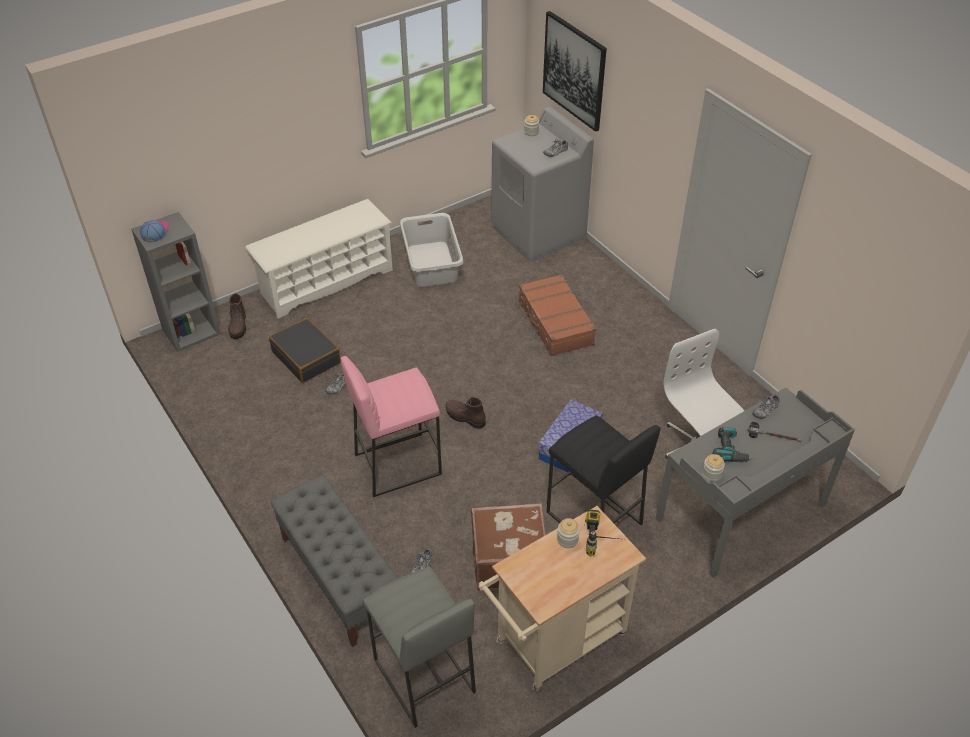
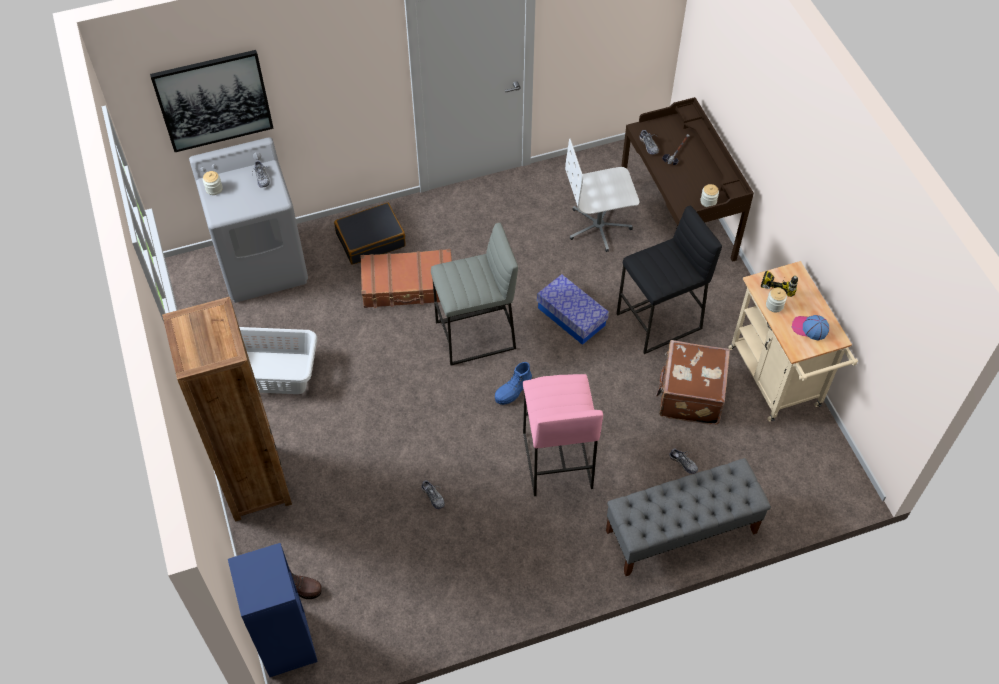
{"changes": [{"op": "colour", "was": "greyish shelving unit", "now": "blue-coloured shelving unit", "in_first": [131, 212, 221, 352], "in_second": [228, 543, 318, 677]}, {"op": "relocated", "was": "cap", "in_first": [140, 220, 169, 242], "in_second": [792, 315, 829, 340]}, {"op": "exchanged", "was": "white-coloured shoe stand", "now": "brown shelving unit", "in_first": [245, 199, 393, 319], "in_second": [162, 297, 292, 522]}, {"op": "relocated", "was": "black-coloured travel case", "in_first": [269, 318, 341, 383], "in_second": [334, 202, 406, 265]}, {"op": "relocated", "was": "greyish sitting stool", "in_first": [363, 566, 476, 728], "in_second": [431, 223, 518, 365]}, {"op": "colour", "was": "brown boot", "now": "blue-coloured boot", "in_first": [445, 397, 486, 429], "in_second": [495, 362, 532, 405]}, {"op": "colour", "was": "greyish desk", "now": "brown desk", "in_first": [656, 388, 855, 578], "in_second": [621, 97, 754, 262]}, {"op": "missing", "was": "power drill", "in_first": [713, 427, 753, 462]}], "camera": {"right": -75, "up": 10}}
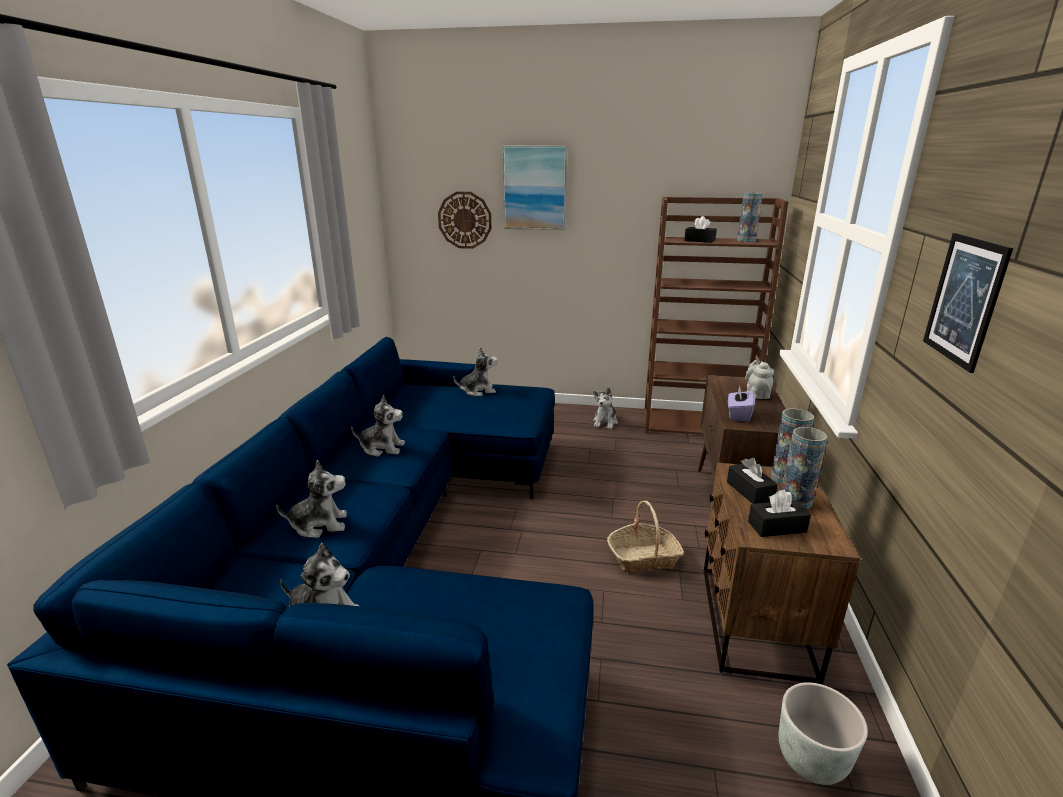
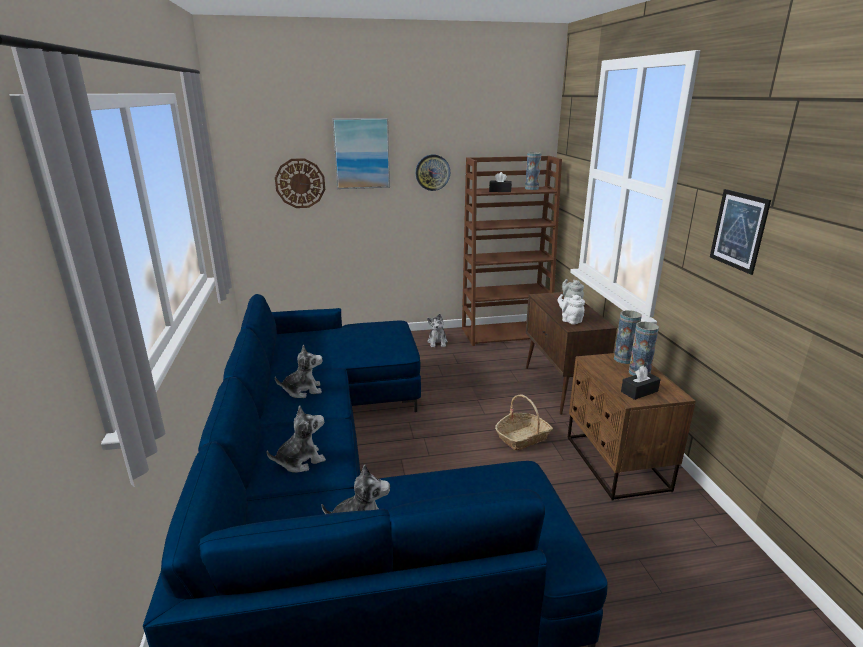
{"changes": [{"op": "missing", "was": "plush toy", "in_first": [454, 346, 498, 396]}, {"op": "missing", "was": "black-coloured tissue holder", "in_first": [727, 458, 778, 504]}, {"op": "exchanged", "was": "purplish tissue holder", "now": "white-coloured tea pot", "in_first": [728, 385, 755, 422], "in_second": [558, 294, 585, 324]}, {"op": "missing", "was": "greyish plant pot", "in_first": [779, 682, 868, 785]}, {"op": "appeared", "now": "clock on the wall", "in_second": [416, 155, 450, 191]}], "camera": {"right": -20, "up": 0}}
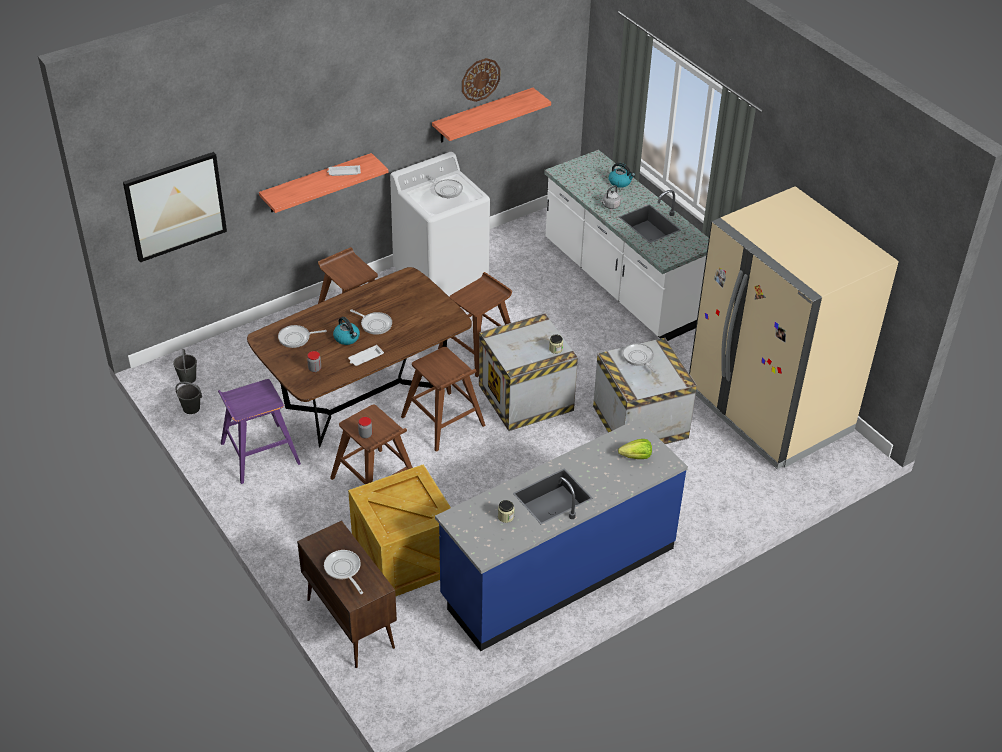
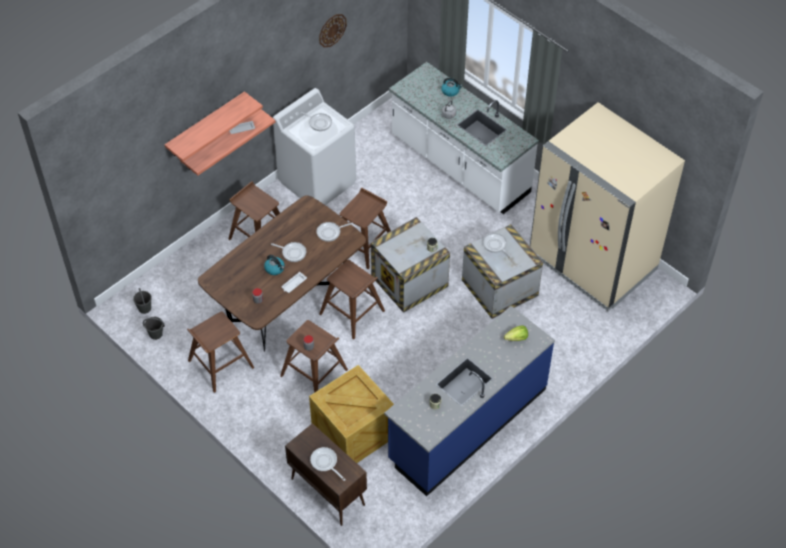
{"changes": [{"op": "missing", "was": "wall art", "in_first": [123, 152, 227, 262]}, {"op": "colour", "was": "purplish sitting stool", "now": "brown sitting stool", "in_first": [218, 379, 301, 484], "in_second": [187, 311, 254, 393]}, {"op": "relocated", "was": "pan", "in_first": [278, 325, 327, 348], "in_second": [316, 222, 352, 242]}, {"op": "relocated", "was": "shelf", "in_first": [432, 88, 551, 143], "in_second": [165, 91, 263, 162]}], "camera": {"right": -10, "up": 10}}
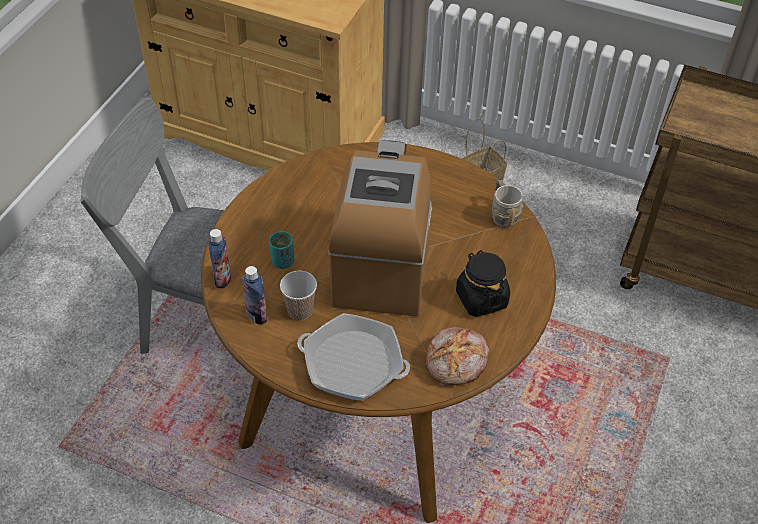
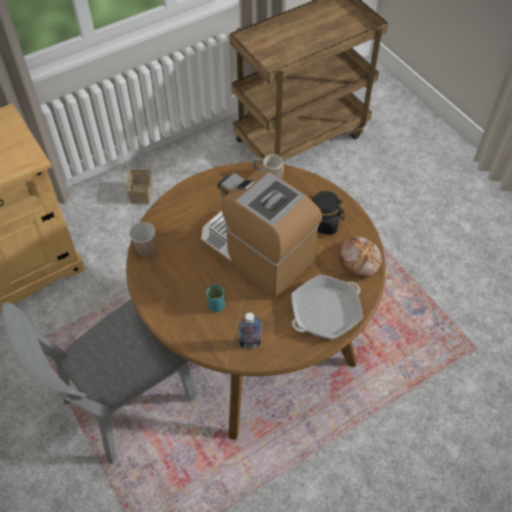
{"changes": [{"op": "missing", "was": "beverage bottle", "in_first": [208, 229, 231, 288]}, {"op": "relocated", "was": "cup", "in_first": [280, 271, 317, 320], "in_second": [129, 222, 155, 256]}], "camera": {"right": -55, "up": 5}}
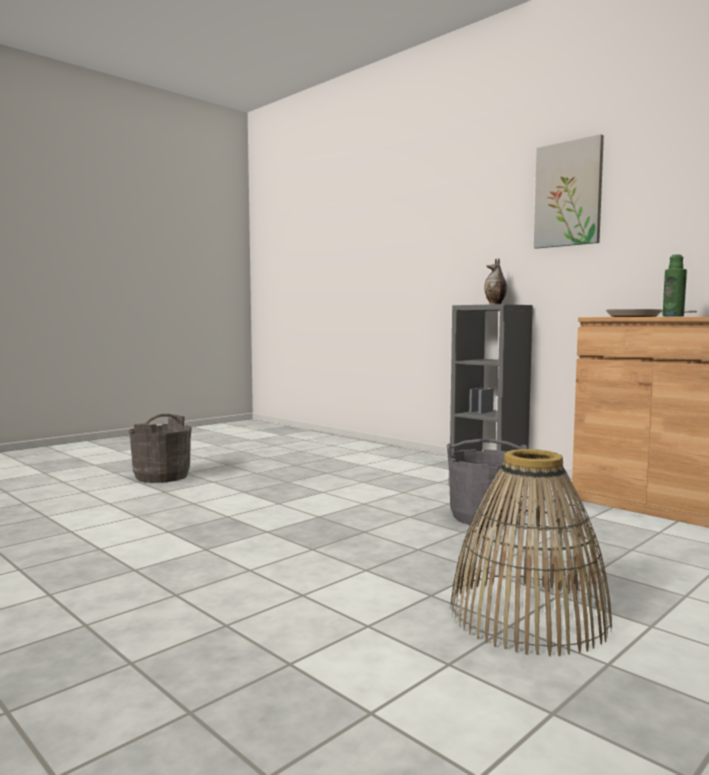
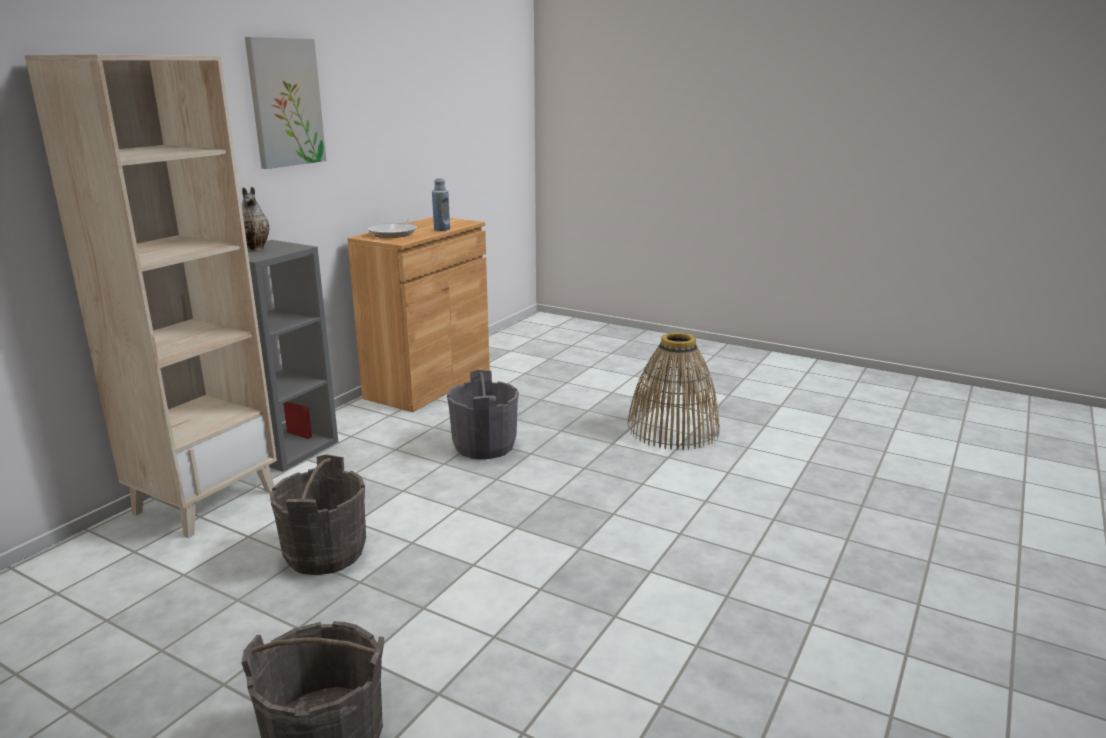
{"changes": [{"op": "colour", "was": "greenish beverage bottle", "now": "blue-coloured beverage bottle", "in_first": [663, 255, 687, 317], "in_second": [432, 178, 450, 231]}, {"op": "appeared", "now": "beige-coloured shelving unit", "in_second": [25, 54, 277, 538]}, {"op": "appeared", "now": "greyish pail", "in_second": [270, 454, 366, 575]}], "camera": {"right": -105, "up": 15}}
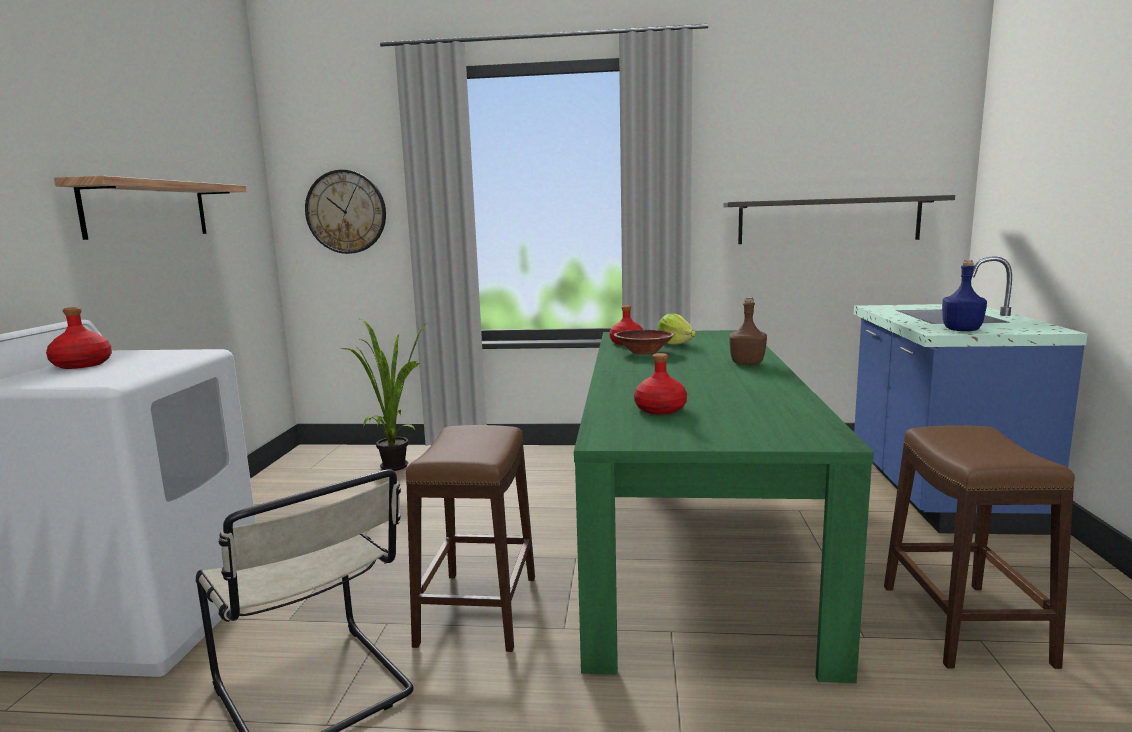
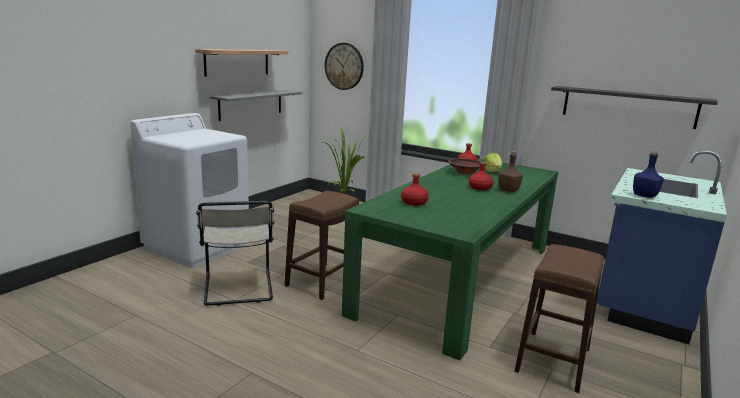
{"changes": [{"op": "relocated", "was": "reddish beverage bottle", "in_first": [46, 307, 112, 369], "in_second": [468, 162, 493, 191]}, {"op": "appeared", "now": "greyish shelf", "in_second": [210, 90, 302, 121]}], "camera": {"right": 25, "up": 5}}
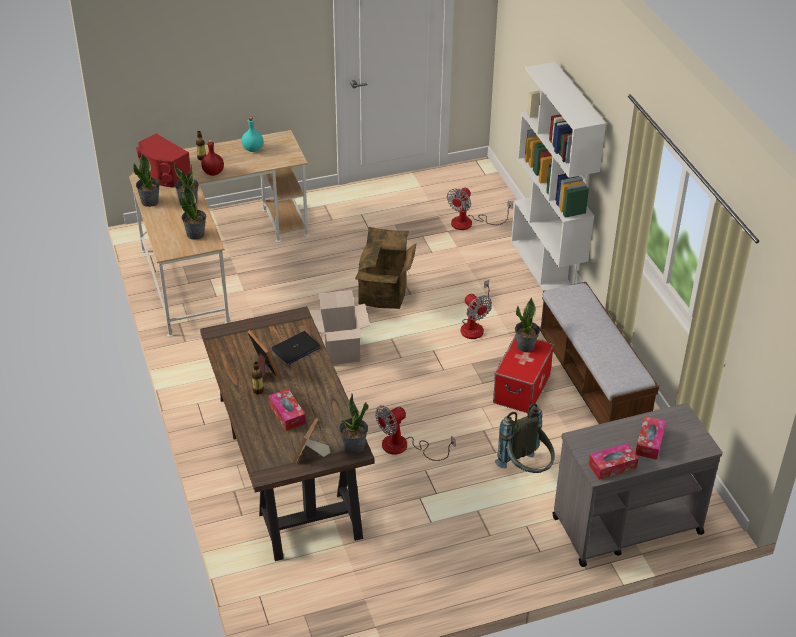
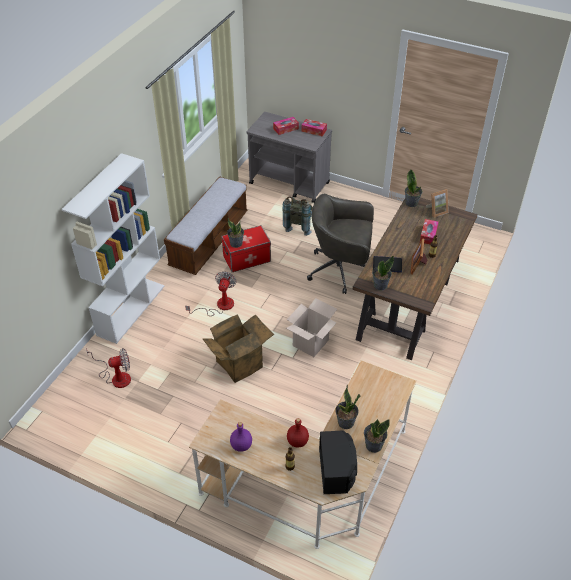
{"changes": [{"op": "colour", "was": "reddish audio speaker", "now": "black-coloured audio speaker", "in_first": [136, 134, 191, 187], "in_second": [319, 430, 357, 494]}, {"op": "relocated", "was": "plant in a pot", "in_first": [181, 186, 206, 240], "in_second": [372, 255, 394, 290]}, {"op": "colour", "was": "turquoise beverage bottle", "now": "purplish beverage bottle", "in_first": [242, 117, 263, 152], "in_second": [230, 422, 252, 452]}, {"op": "exchanged", "was": "cooling fan", "now": "greyish computer chair", "in_first": [375, 405, 456, 461], "in_second": [307, 194, 374, 294]}], "camera": {"right": -135, "up": 5}}
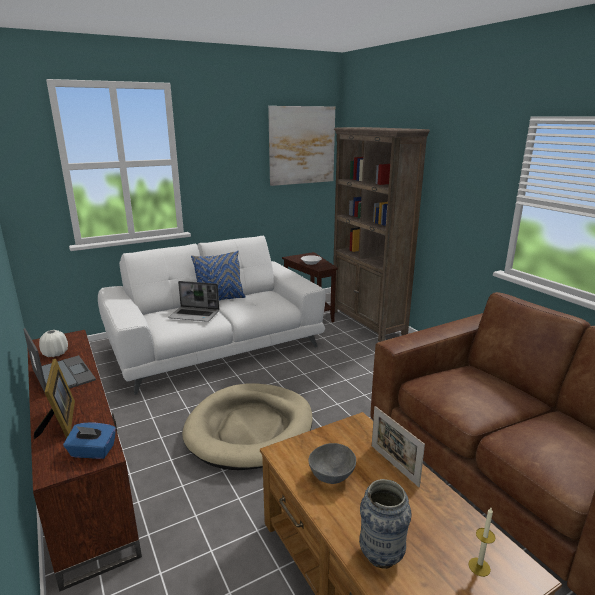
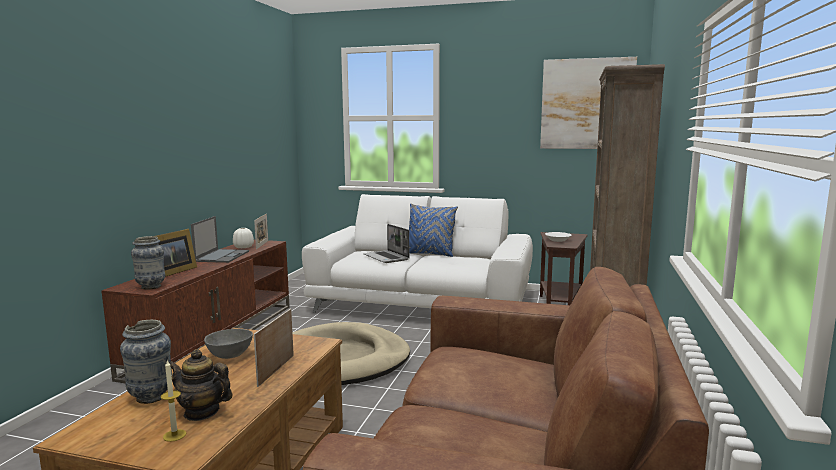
{"changes": [{"op": "exchanged", "was": "blue-coloured tissue holder", "now": "flower vase", "in_first": [63, 423, 116, 459], "in_second": [131, 236, 165, 290]}, {"op": "appeared", "now": "tea pot", "in_second": [169, 349, 233, 421]}, {"op": "appeared", "now": "picture frame", "in_second": [254, 214, 268, 249]}], "camera": {"right": 45, "up": -10}}
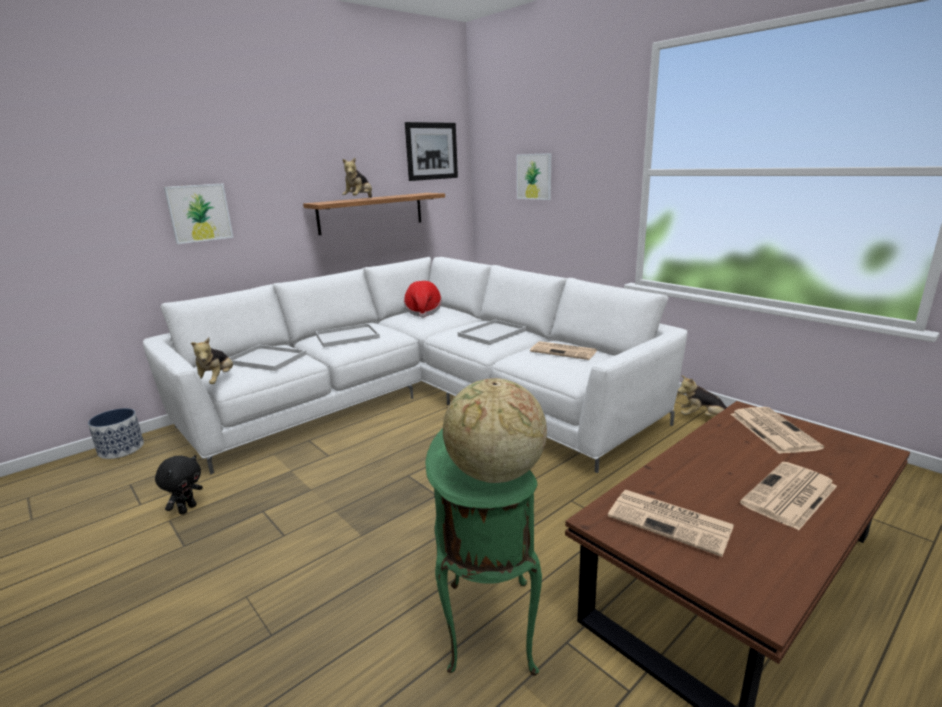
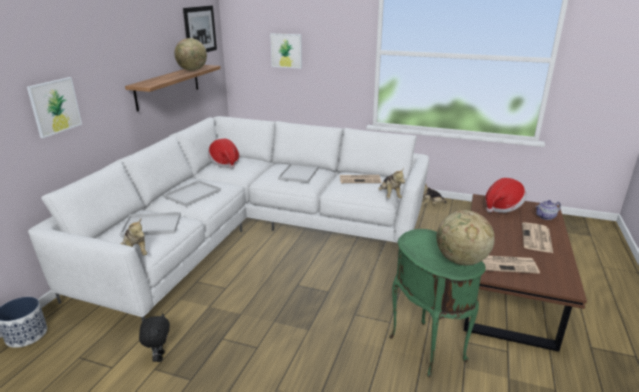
{"changes": [{"op": "relocated", "was": "plush toy", "in_first": [342, 158, 372, 198], "in_second": [378, 168, 405, 198]}, {"op": "exchanged", "was": "newspaper", "now": "wearable hat", "in_first": [731, 407, 824, 454], "in_second": [485, 178, 526, 213]}, {"op": "appeared", "now": "globe", "in_second": [175, 38, 207, 71]}, {"op": "appeared", "now": "tea pot", "in_second": [535, 200, 561, 220]}], "camera": {"right": -30, "up": 5}}
